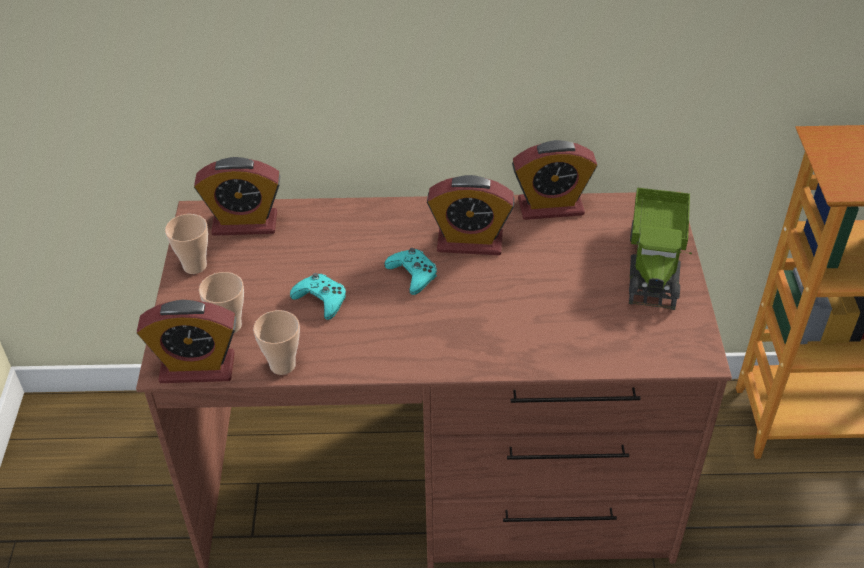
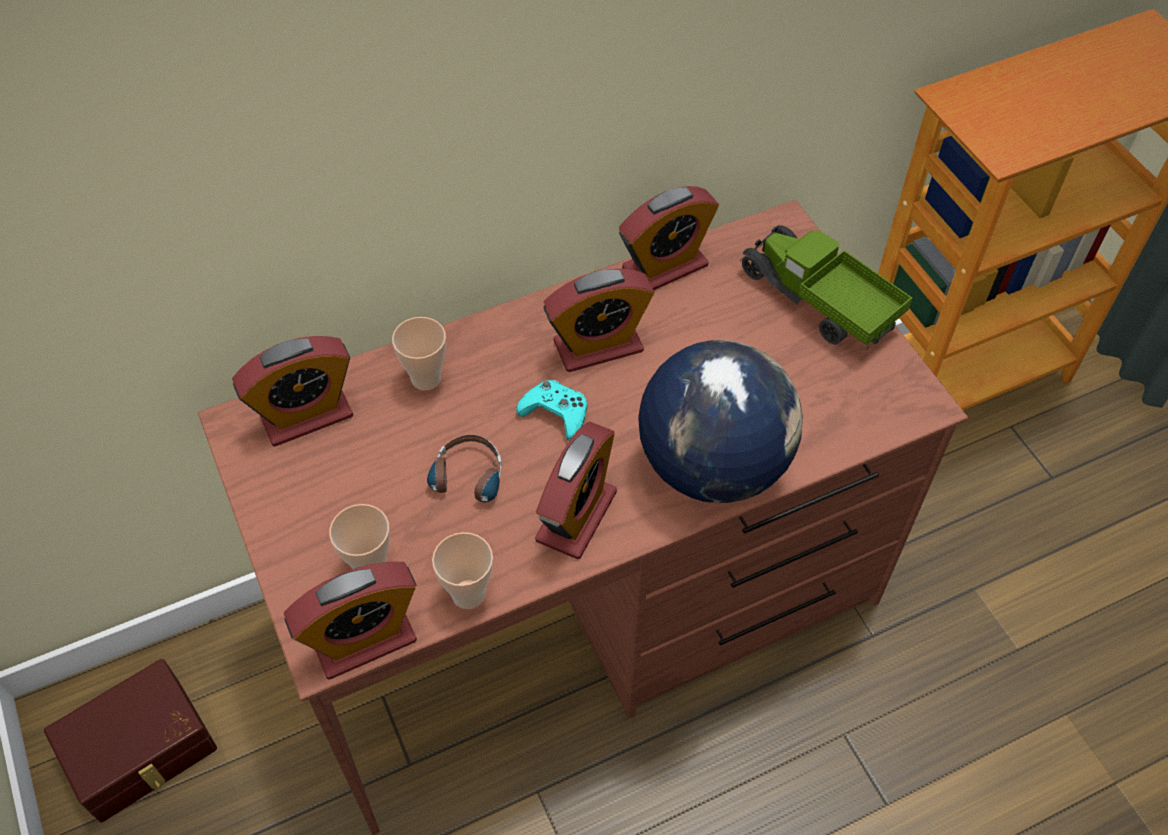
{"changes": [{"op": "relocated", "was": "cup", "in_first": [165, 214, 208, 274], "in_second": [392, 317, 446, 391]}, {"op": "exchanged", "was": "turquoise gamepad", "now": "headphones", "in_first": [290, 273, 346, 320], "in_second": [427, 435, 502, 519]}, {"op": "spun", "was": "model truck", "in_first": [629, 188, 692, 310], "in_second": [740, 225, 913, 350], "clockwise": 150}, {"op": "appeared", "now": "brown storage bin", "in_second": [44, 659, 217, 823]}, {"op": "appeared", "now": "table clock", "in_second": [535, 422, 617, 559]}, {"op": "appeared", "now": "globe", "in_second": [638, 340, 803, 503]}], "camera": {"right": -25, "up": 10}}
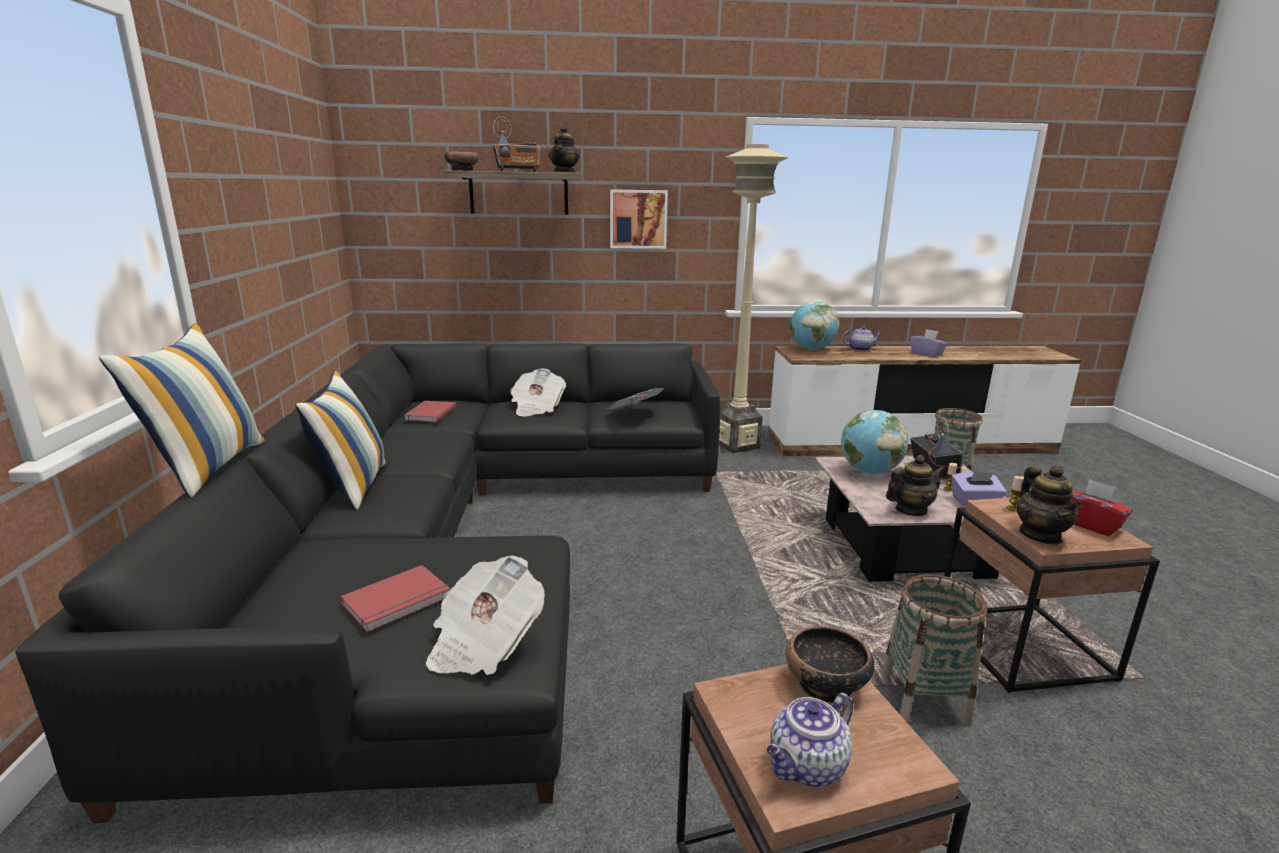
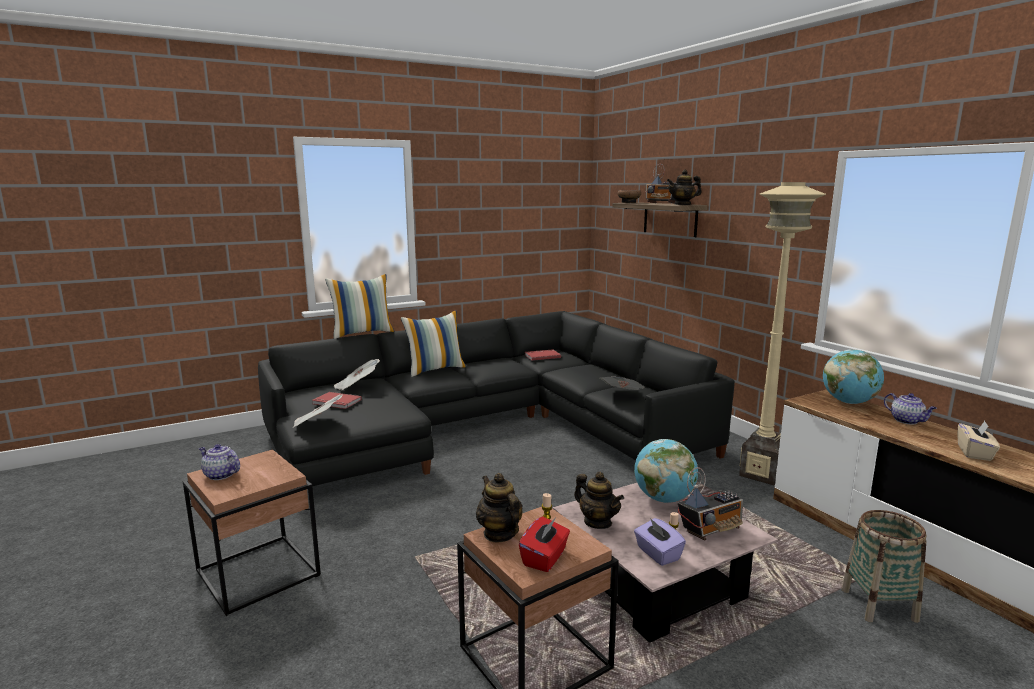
{"changes": [{"op": "relocated", "was": "newspaper", "in_first": [510, 368, 566, 416], "in_second": [333, 359, 380, 391]}, {"op": "missing", "was": "wall art", "in_first": [610, 189, 668, 249]}, {"op": "missing", "was": "serving bowl", "in_first": [786, 626, 874, 703]}, {"op": "missing", "was": "basket", "in_first": [881, 574, 987, 725]}, {"op": "colour", "was": "purplish tissue holder", "now": "beige-coloured tissue holder", "in_first": [910, 329, 948, 357], "in_second": [957, 421, 1000, 461]}, {"op": "spun", "was": "tea pot", "in_first": [1017, 465, 1082, 545], "in_second": [476, 473, 522, 542], "clockwise": 90}], "camera": {"right": 65, "up": -5}}
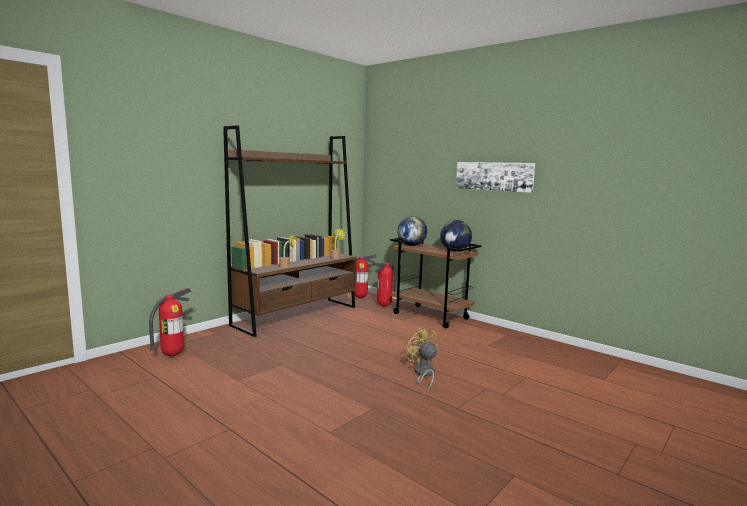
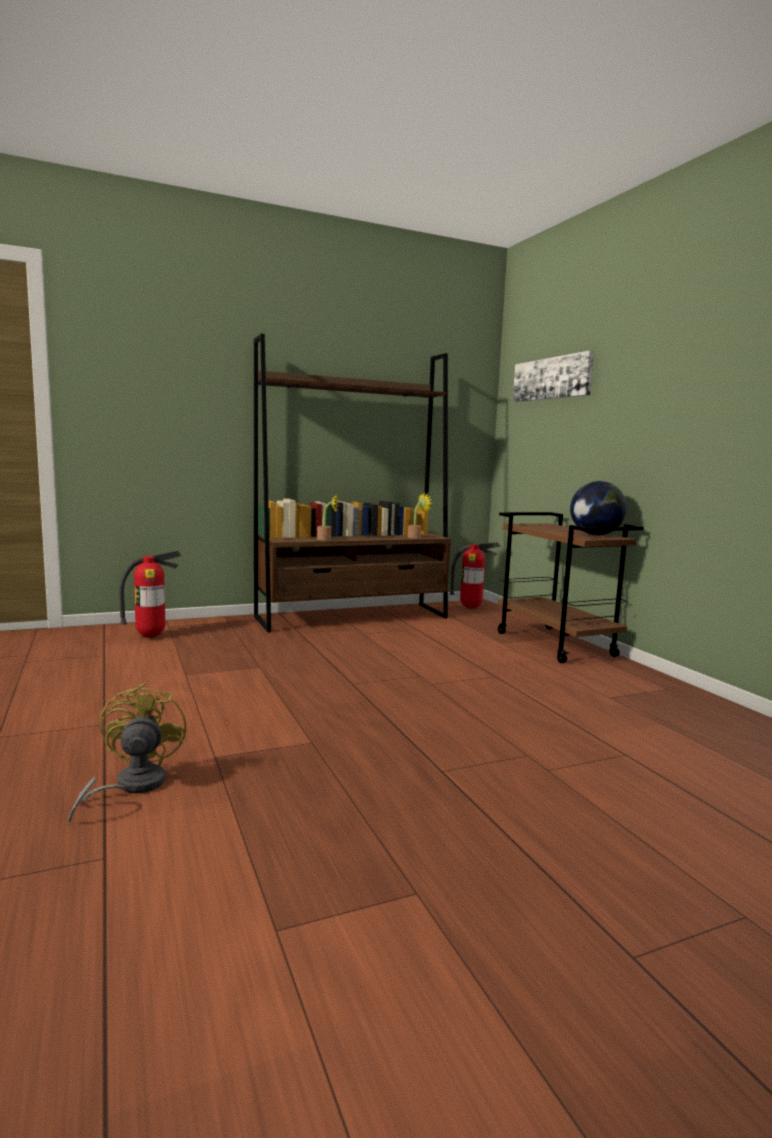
{"changes": [{"op": "missing", "was": "extinguisher", "in_first": [374, 263, 397, 307]}, {"op": "missing", "was": "globe", "in_first": [397, 216, 427, 246]}, {"op": "relocated", "was": "yellowish cooling fan", "in_first": [406, 327, 438, 390], "in_second": [68, 683, 186, 823]}, {"op": "relocated", "was": "wall art", "in_first": [456, 162, 535, 193], "in_second": [513, 350, 594, 402]}], "camera": {"right": 25, "up": 0}}
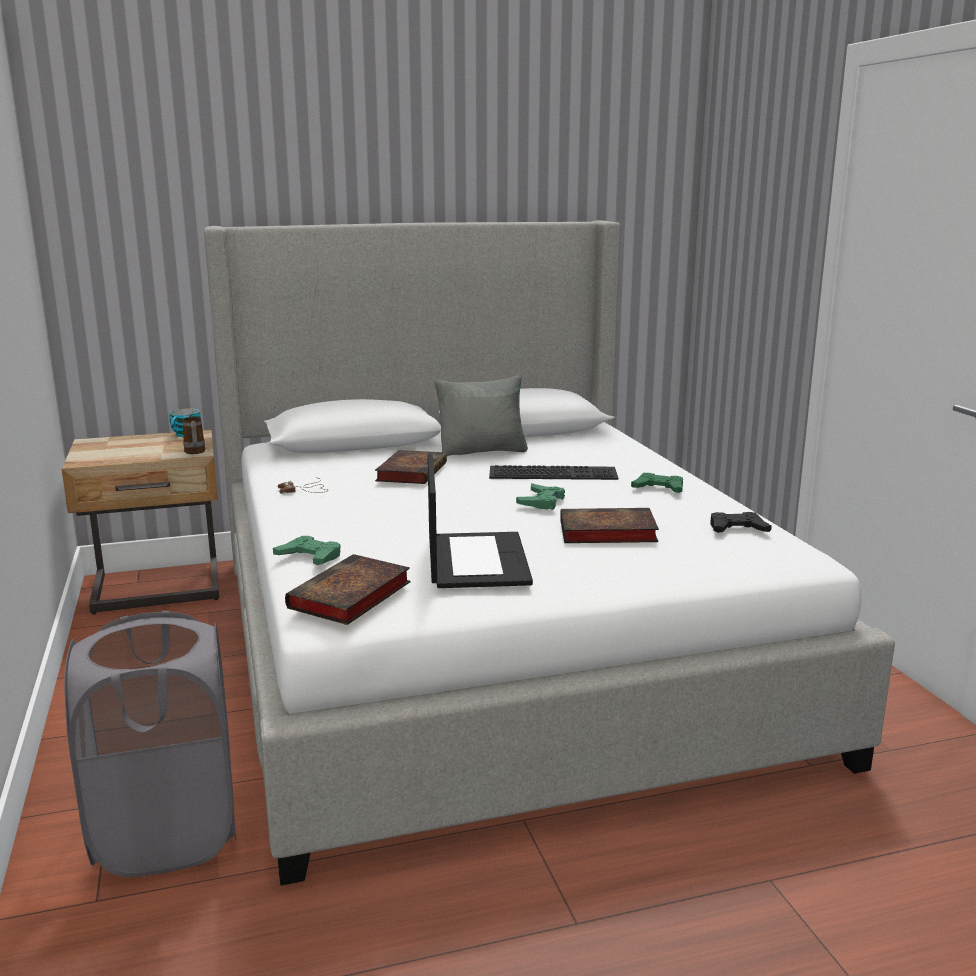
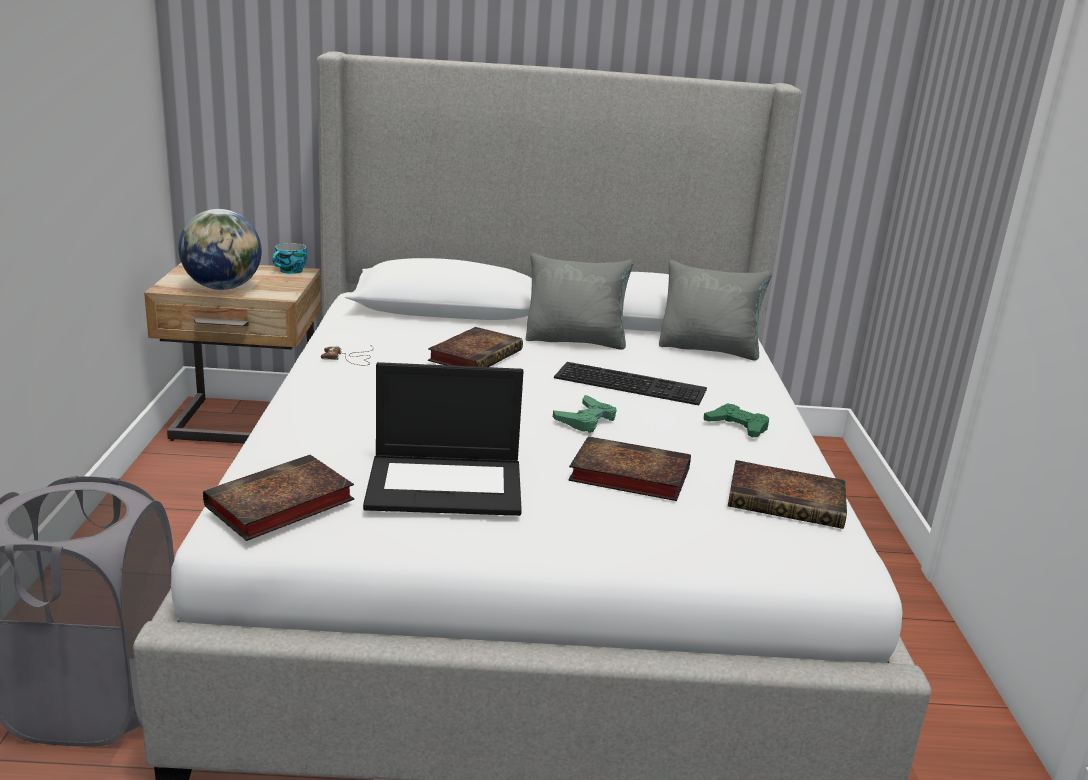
{"changes": [{"op": "missing", "was": "tea mug", "in_first": [182, 417, 205, 454]}, {"op": "missing", "was": "greenish gamepad", "in_first": [273, 536, 341, 565]}, {"op": "spun", "was": "laptop", "in_first": [427, 453, 533, 588], "in_second": [363, 362, 523, 516], "clockwise": 75}, {"op": "exchanged", "was": "black-coloured gamepad", "now": "volume", "in_first": [710, 512, 772, 533], "in_second": [728, 460, 847, 529]}, {"op": "appeared", "now": "globe", "in_second": [178, 209, 262, 290]}, {"op": "appeared", "now": "greyish cushion", "in_second": [659, 260, 772, 361]}], "camera": {"right": 15, "up": 5}}
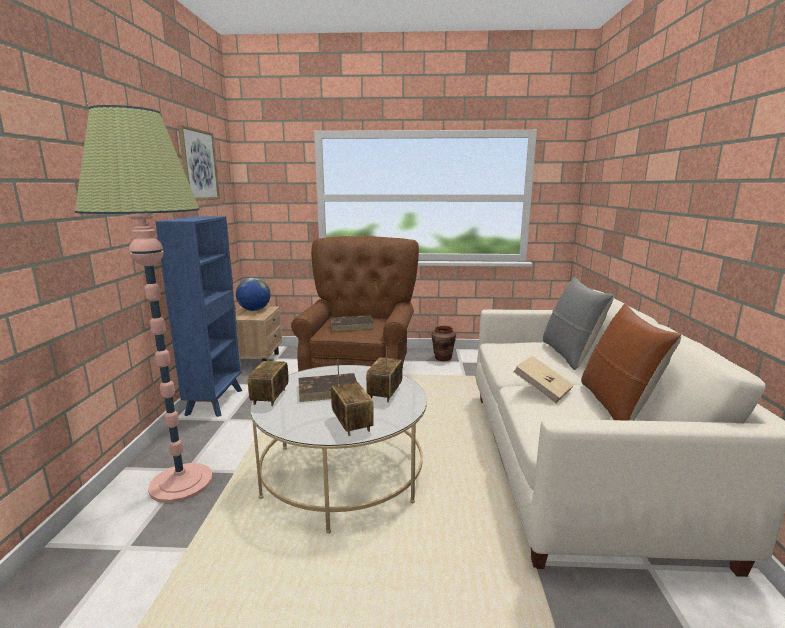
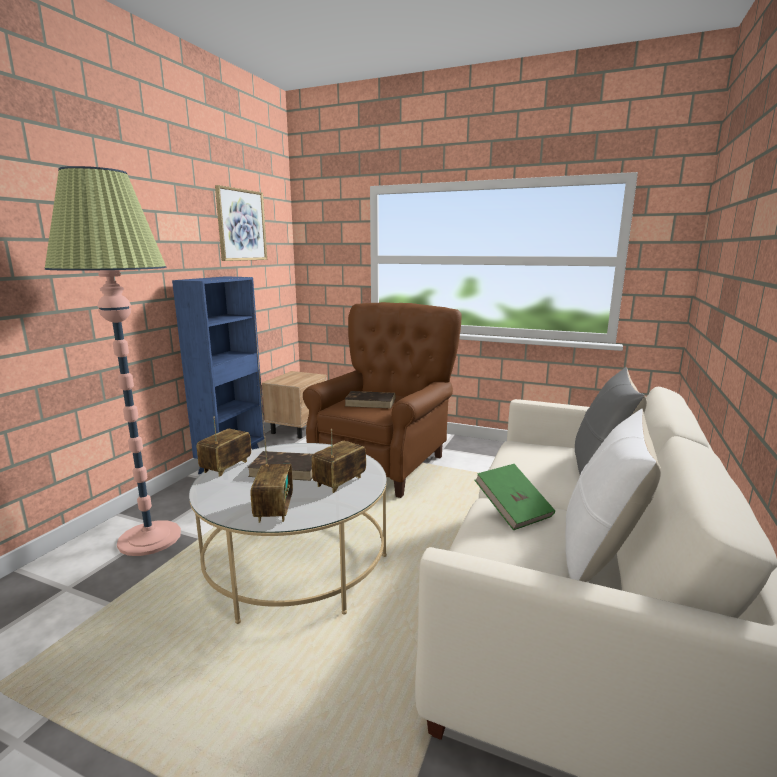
{"changes": [{"op": "missing", "was": "globe", "in_first": [236, 278, 271, 311]}, {"op": "missing", "was": "brown flower vase", "in_first": [432, 326, 456, 361]}, {"op": "colour", "was": "beige-coloured volume", "now": "greenish volume", "in_first": [513, 356, 574, 404], "in_second": [475, 464, 555, 530]}, {"op": "colour", "was": "brown cushion", "now": "white-coloured cushion", "in_first": [581, 303, 681, 421], "in_second": [565, 409, 661, 582]}], "camera": {"right": 20, "up": 0}}
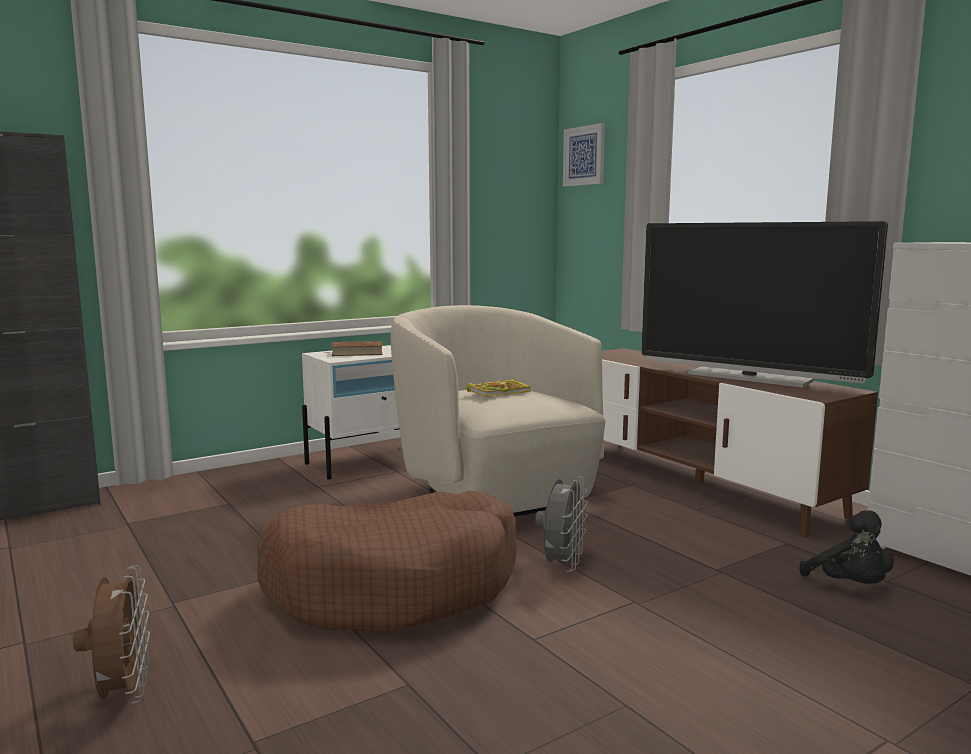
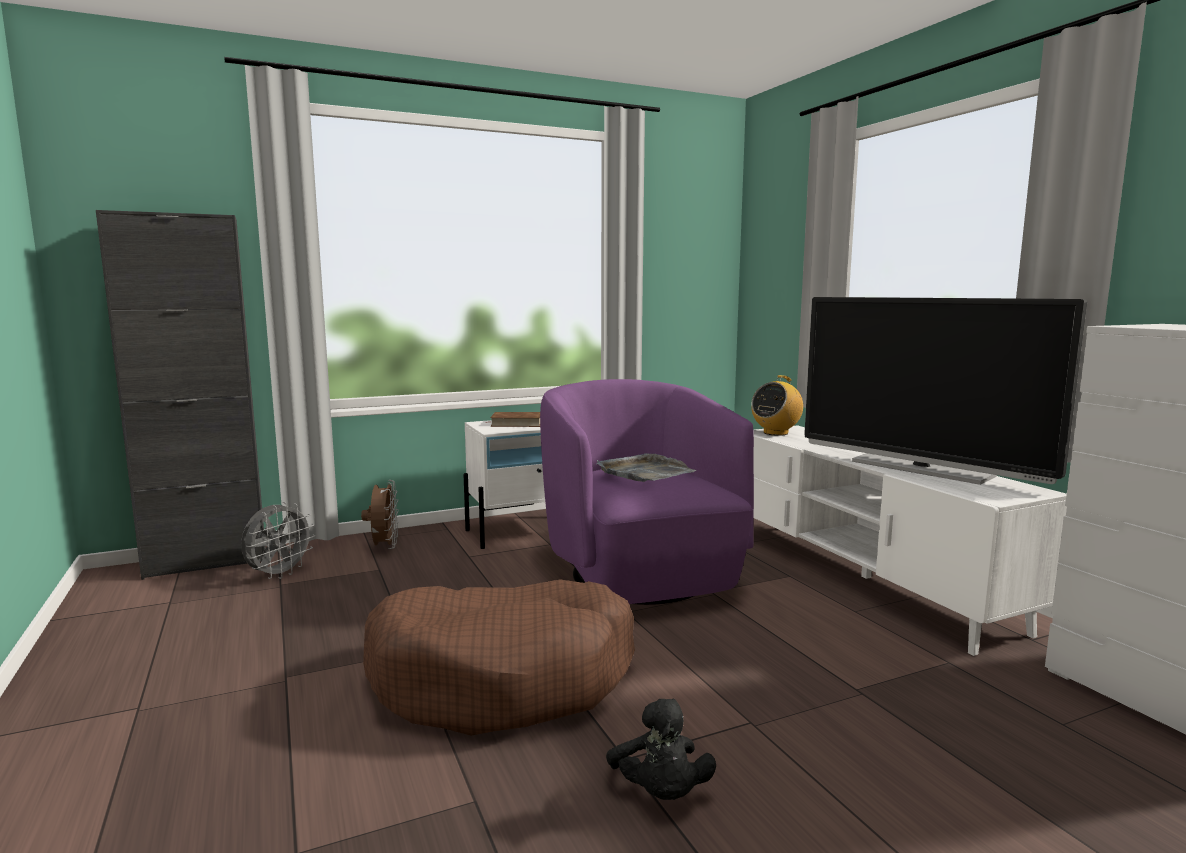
{"changes": [{"op": "relocated", "was": "brown cooling fan", "in_first": [73, 565, 150, 704], "in_second": [361, 480, 399, 549]}, {"op": "colour", "was": "beige-coloured armchair", "now": "purplish armchair", "in_first": [391, 305, 606, 516], "in_second": [540, 379, 754, 605]}, {"op": "exchanged", "was": "volume", "now": "greyish tray", "in_first": [466, 378, 531, 397], "in_second": [596, 453, 697, 482]}, {"op": "relocated", "was": "greyish cooling fan", "in_first": [535, 475, 588, 572], "in_second": [241, 502, 315, 579]}, {"op": "missing", "was": "wall art", "in_first": [563, 123, 605, 187]}, {"op": "colour", "was": "brown tv unit", "now": "white-coloured tv unit", "in_first": [602, 348, 878, 537], "in_second": [753, 425, 1067, 656]}, {"op": "relocated", "was": "black-coloured plush toy", "in_first": [799, 510, 894, 584], "in_second": [606, 699, 716, 800]}, {"op": "appeared", "now": "radio", "in_second": [751, 375, 803, 436]}], "camera": {"right": 10, "up": 0}}
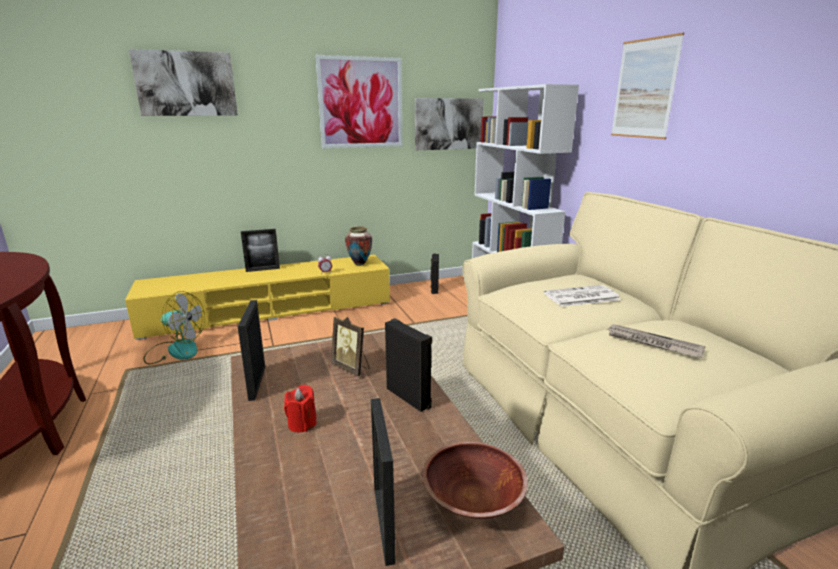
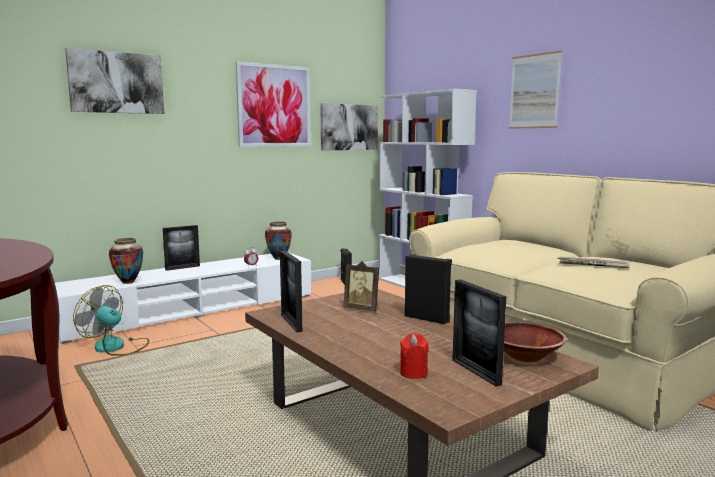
{"changes": [{"op": "colour", "was": "yellowish tv unit", "now": "white-coloured tv unit", "in_first": [125, 255, 390, 340], "in_second": [55, 252, 311, 344]}, {"op": "spun", "was": "cooling fan", "in_first": [143, 291, 205, 364], "in_second": [73, 285, 149, 356], "clockwise": -150}, {"op": "relocated", "was": "reddish wax light", "in_first": [284, 385, 317, 433], "in_second": [400, 333, 429, 379]}, {"op": "missing", "was": "newspaper", "in_first": [544, 285, 621, 307]}, {"op": "appeared", "now": "flower vase", "in_second": [109, 238, 143, 284]}], "camera": {"right": -15, "up": -10}}
